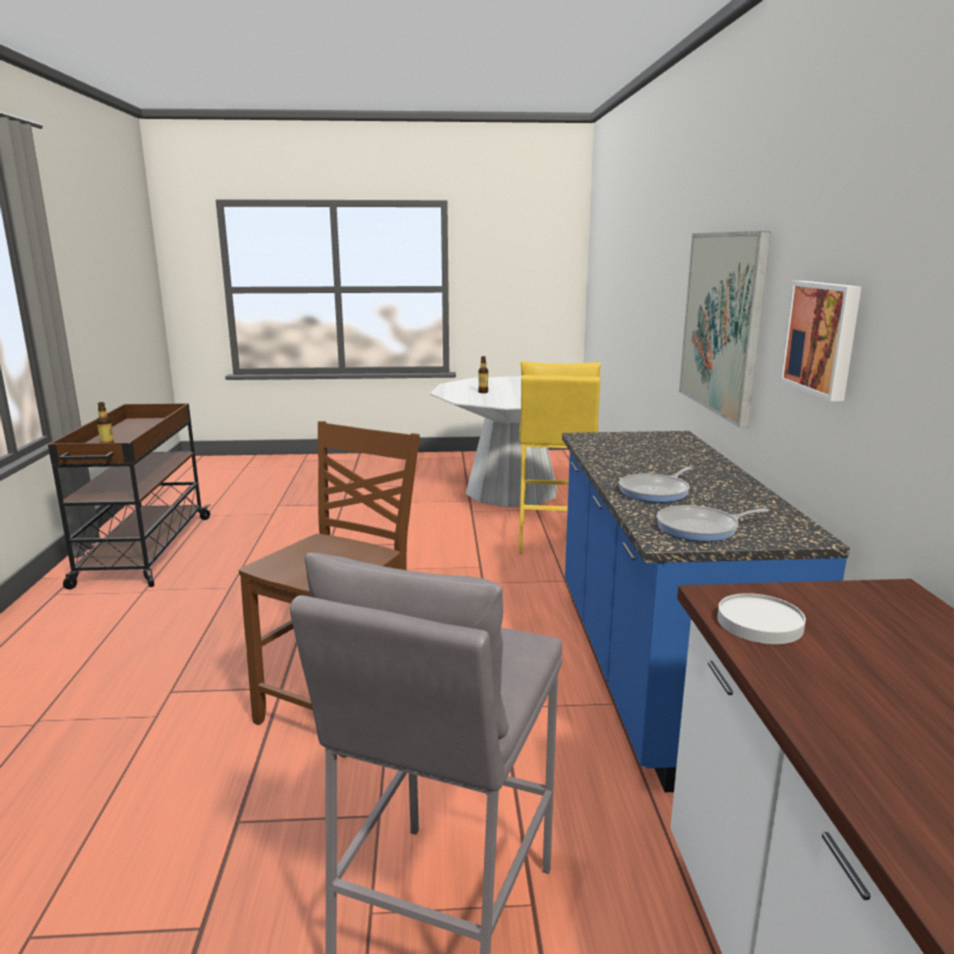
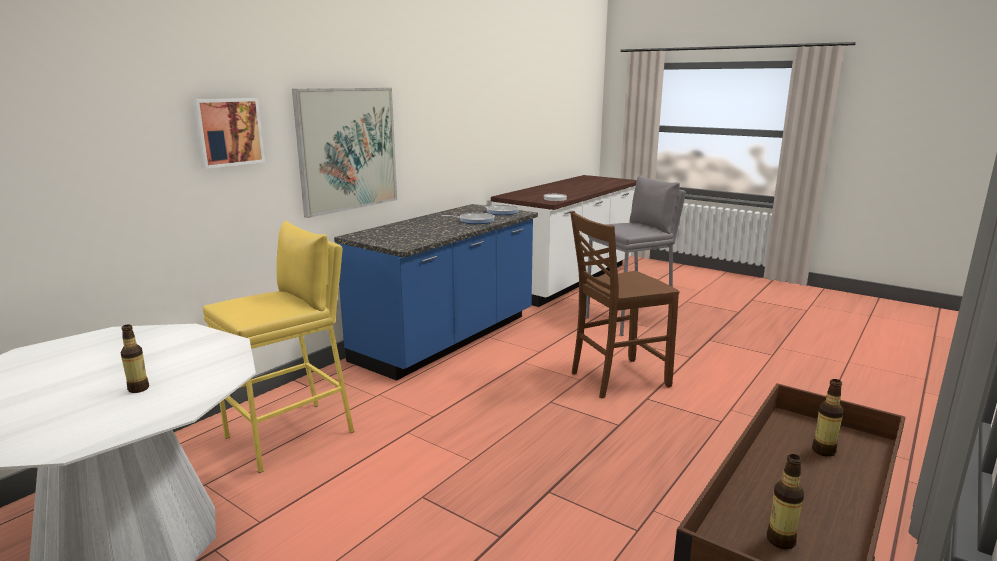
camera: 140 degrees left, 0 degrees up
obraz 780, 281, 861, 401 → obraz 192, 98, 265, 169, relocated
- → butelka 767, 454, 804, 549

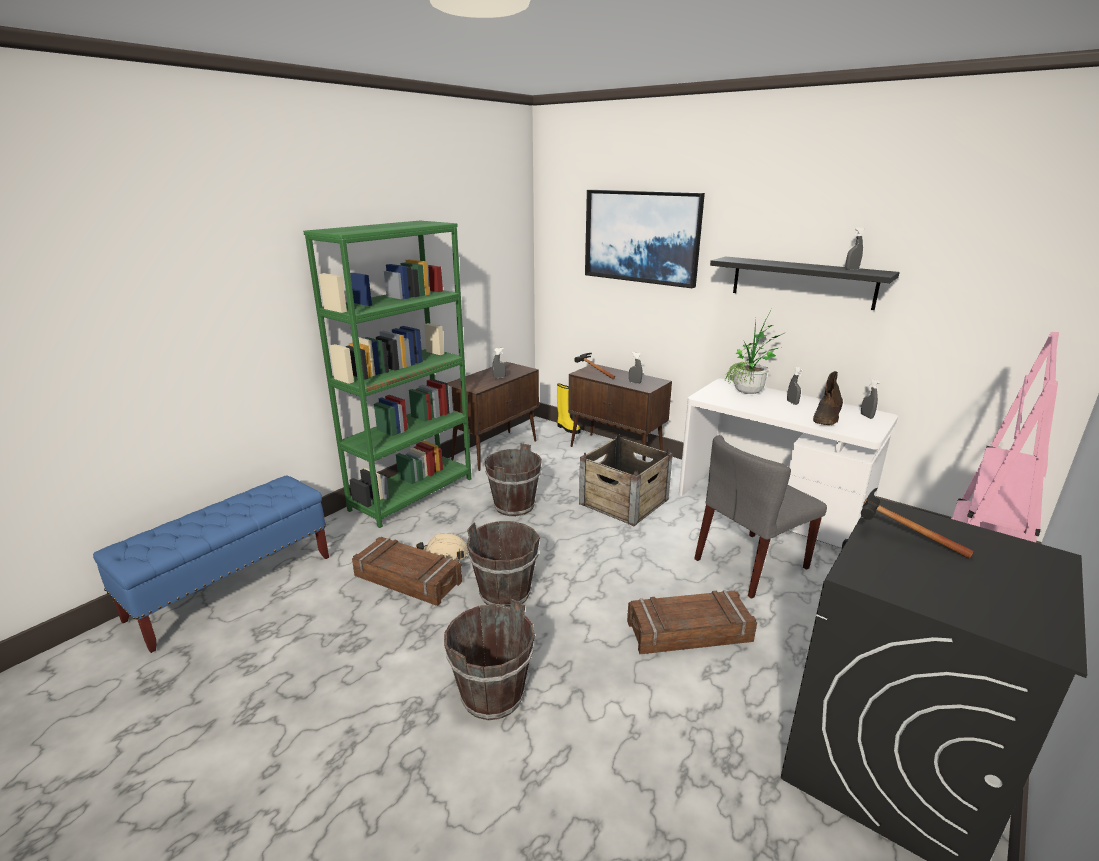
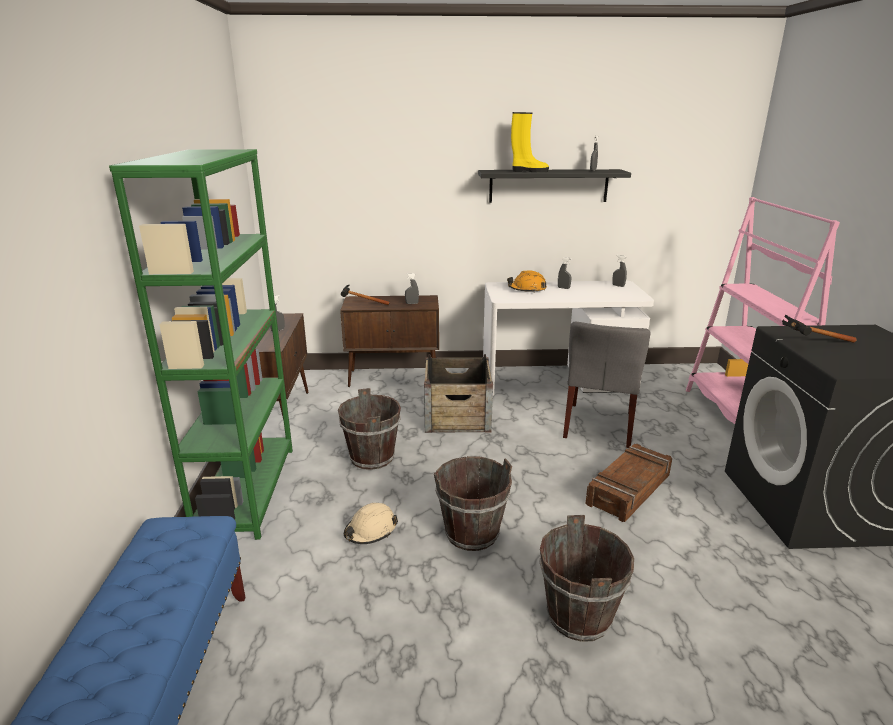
camera: 40 degrees left, 0 degrees up
roślina doniczkowa 725, 314, 786, 394 → kask/pomarańczowy 507, 270, 547, 292
but z cholewką/żółty 557, 384, 580, 434 → but z cholewką/żółty 511, 112, 549, 172, relocated
skrzynka 352, 537, 462, 606 → -
obraz 585, 190, 705, 288 → -
but z cholewką/brązowy 813, 371, 843, 425 → -

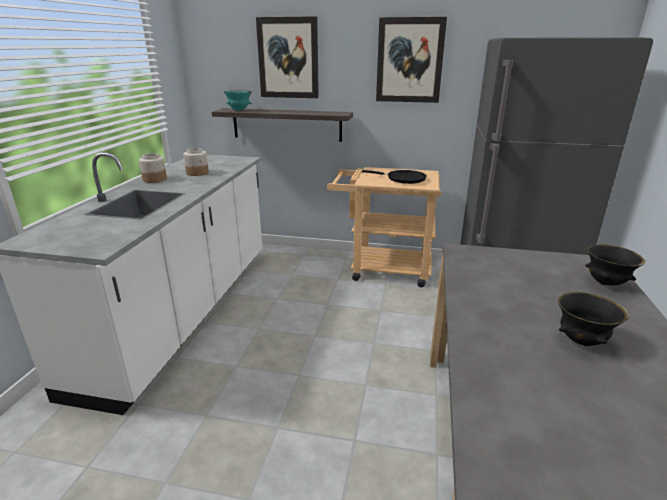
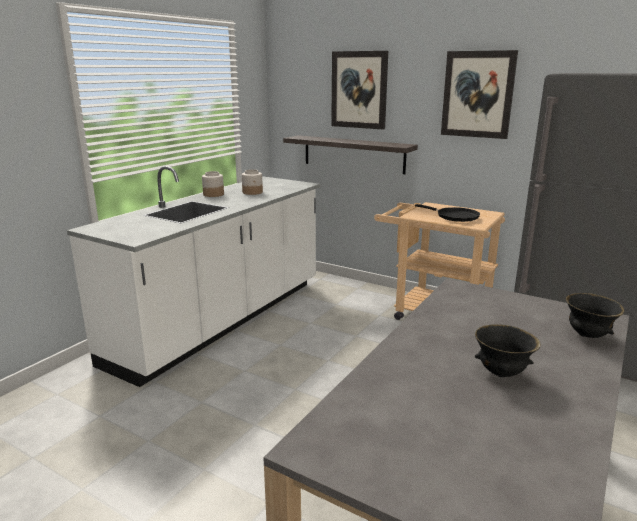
camera: 20 degrees right, 5 degrees down
miska/turkusowy 224, 90, 252, 111 → -

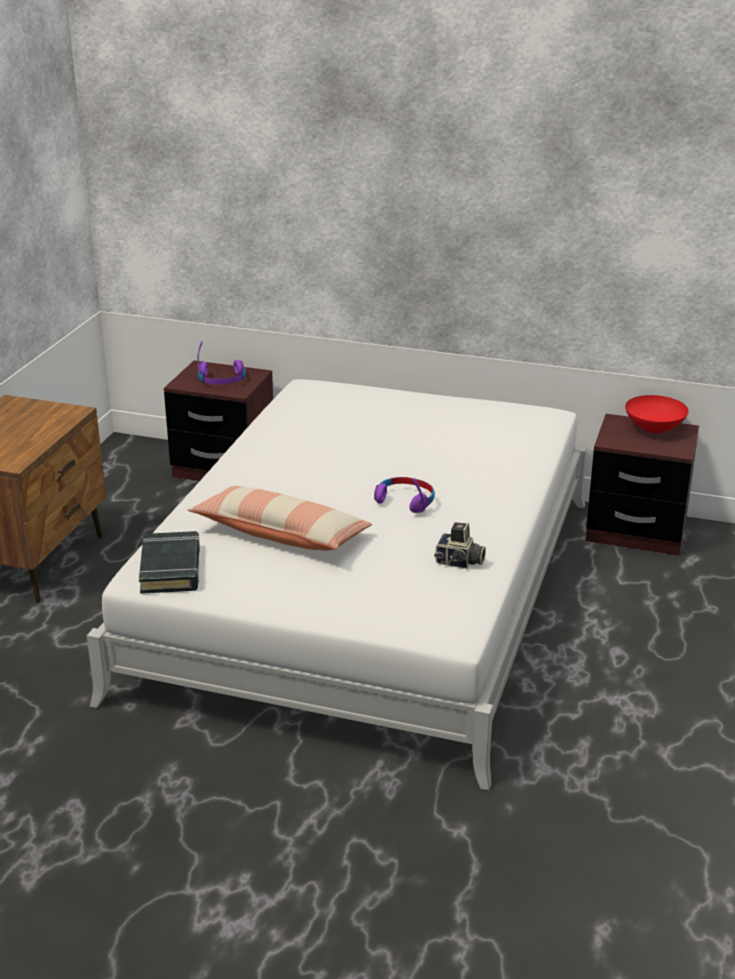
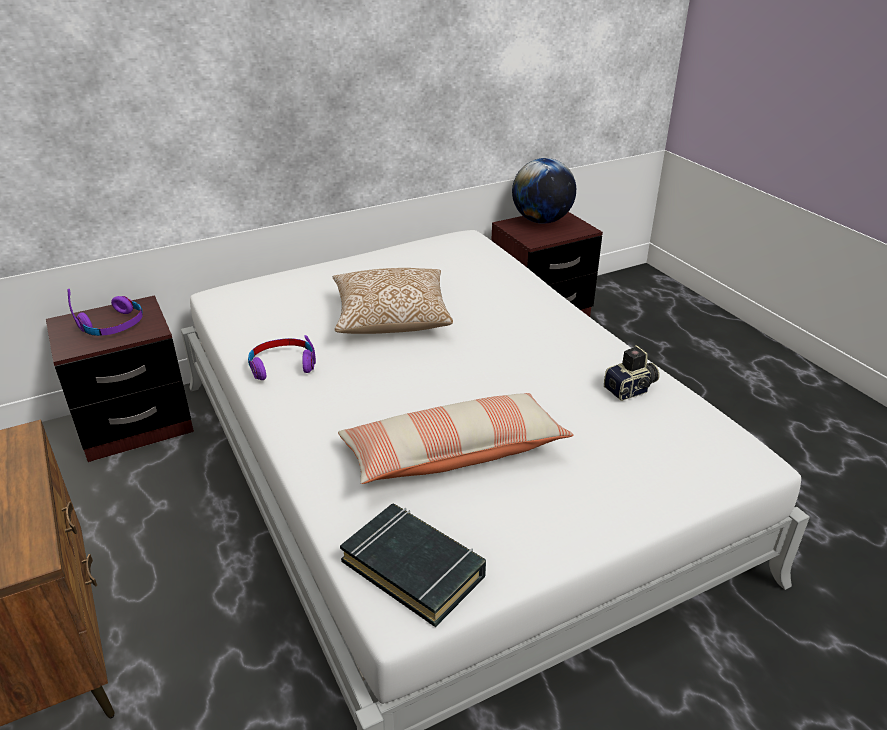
camera: 45 degrees left, 5 degrees up
słuchawki/fioletowy 374, 477, 435, 513 → słuchawki/fioletowy 248, 335, 316, 380, relocated
- → poduszka 333, 268, 453, 334
miska/czerwony 625, 395, 689, 433 → globus 512, 158, 576, 224

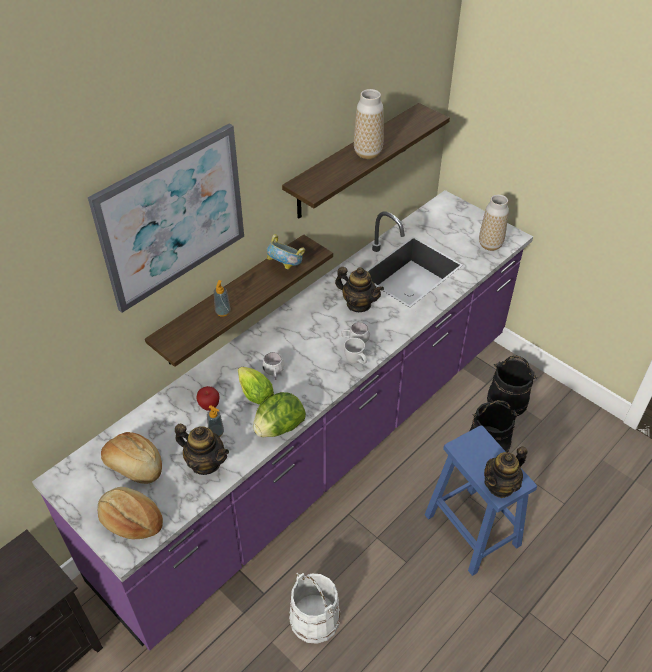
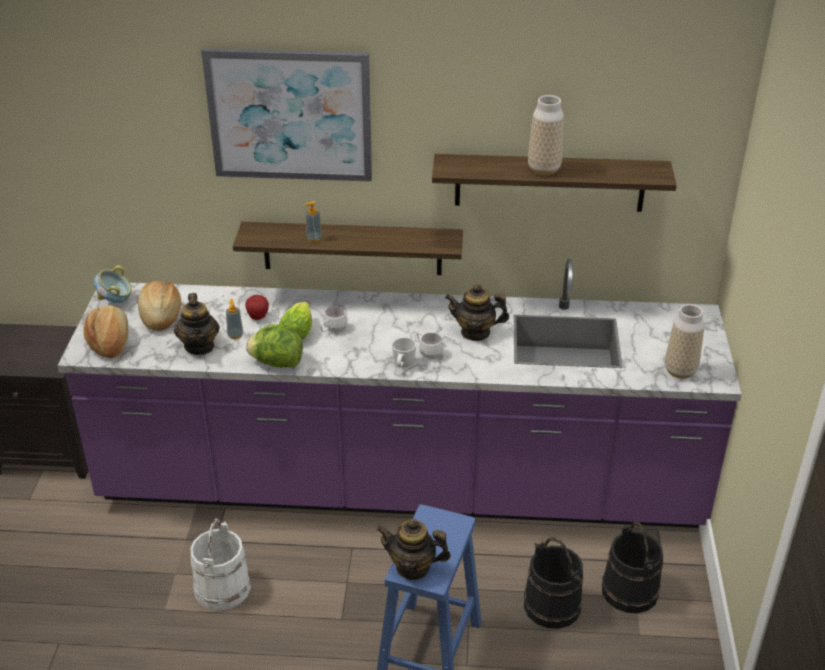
camera: 50 degrees right, 10 degrees down
miska 267, 234, 305, 269 → miska 93, 265, 132, 303, relocated
imbryk 335, 267, 384, 312 → imbryk 445, 284, 509, 341, 105 degrees clockwise

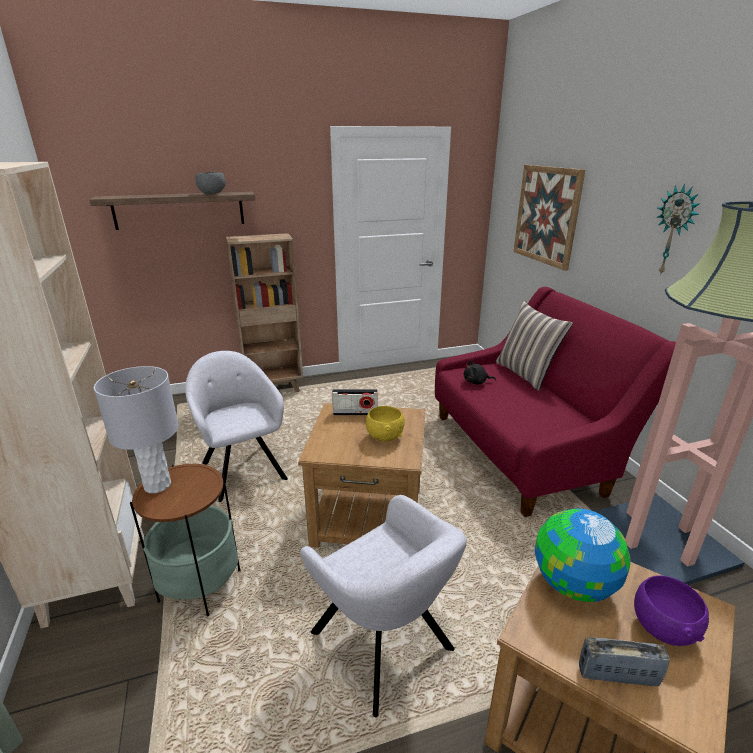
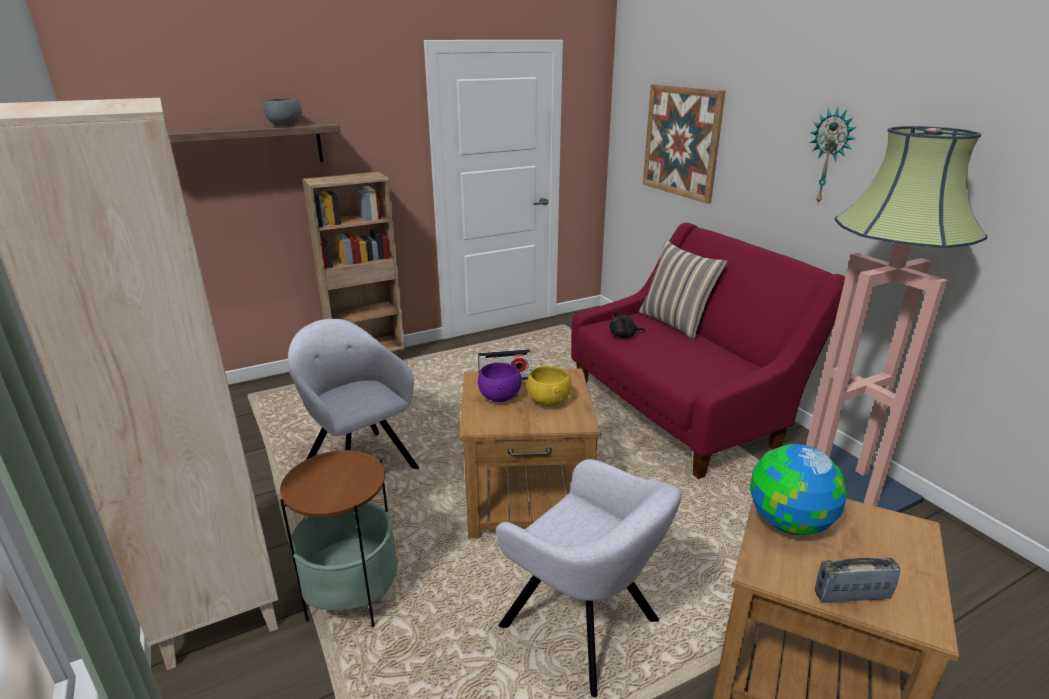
camera: 10 degrees left, 0 degrees up
miska/fioletowy 634, 576, 709, 646 → miska/fioletowy 478, 363, 522, 402, relocated
lampa stołowa/szary 94, 366, 179, 493 → -

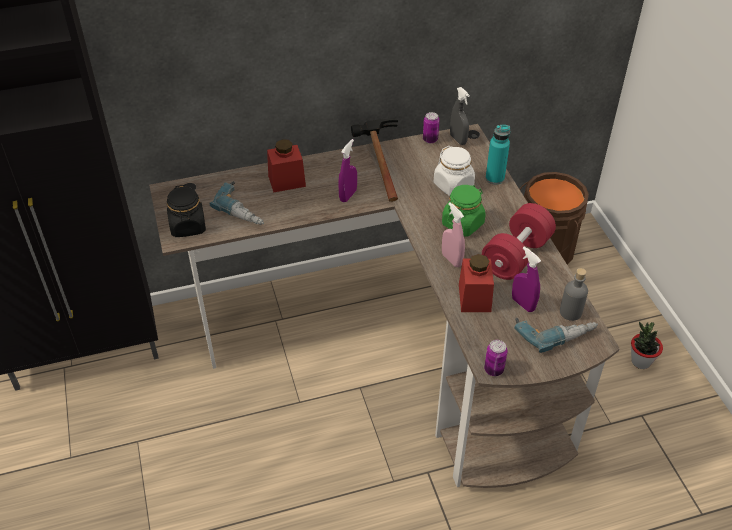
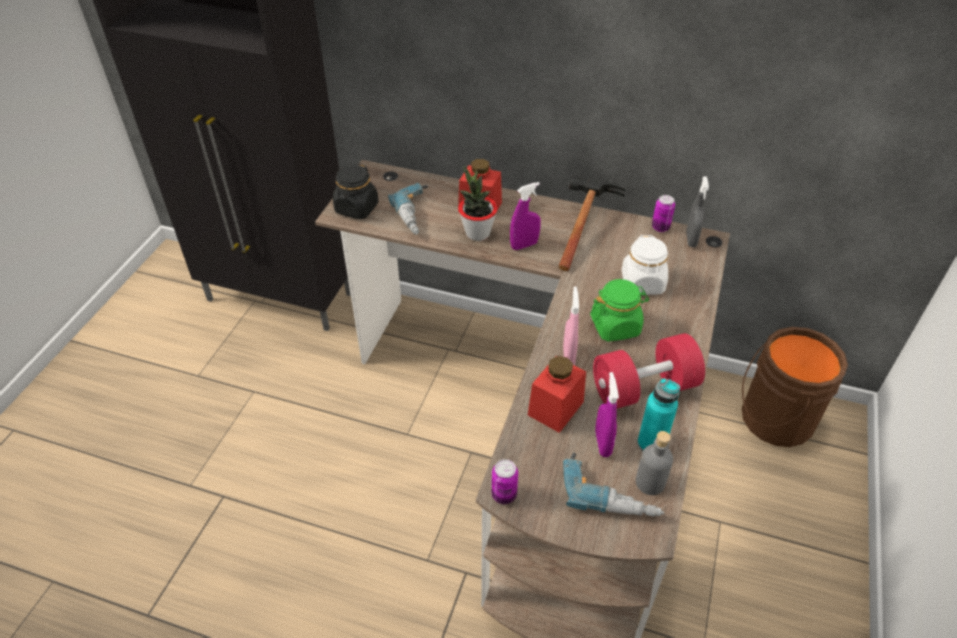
camera: 35 degrees right, 0 degrees up
roślina doniczkowa 631, 322, 663, 369 → roślina doniczkowa 458, 165, 498, 241, relocated
butelka/turkusowy 486, 125, 510, 184 → butelka/turkusowy 637, 378, 680, 451, relocated

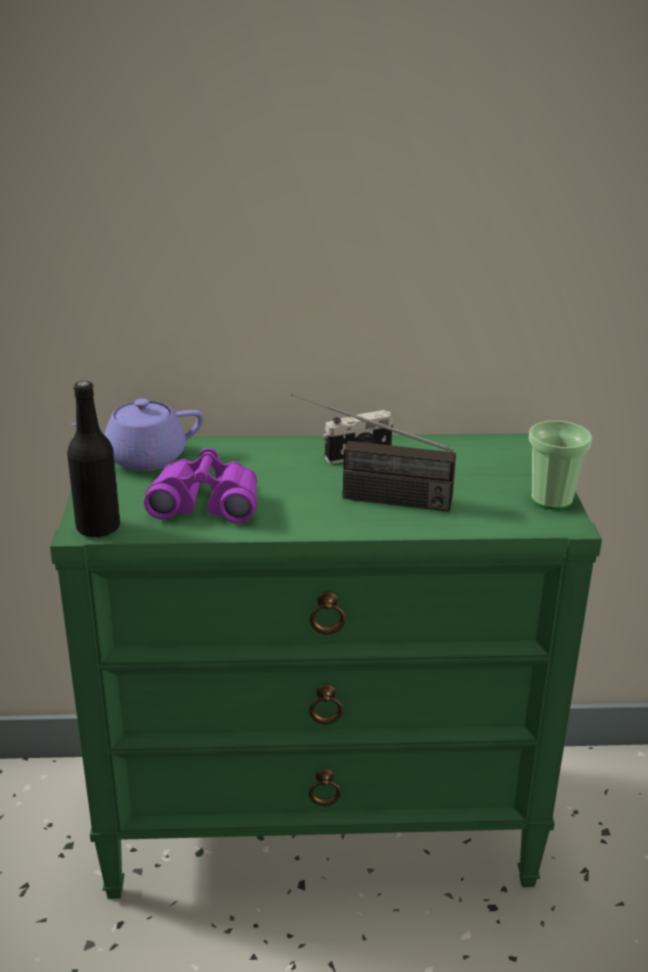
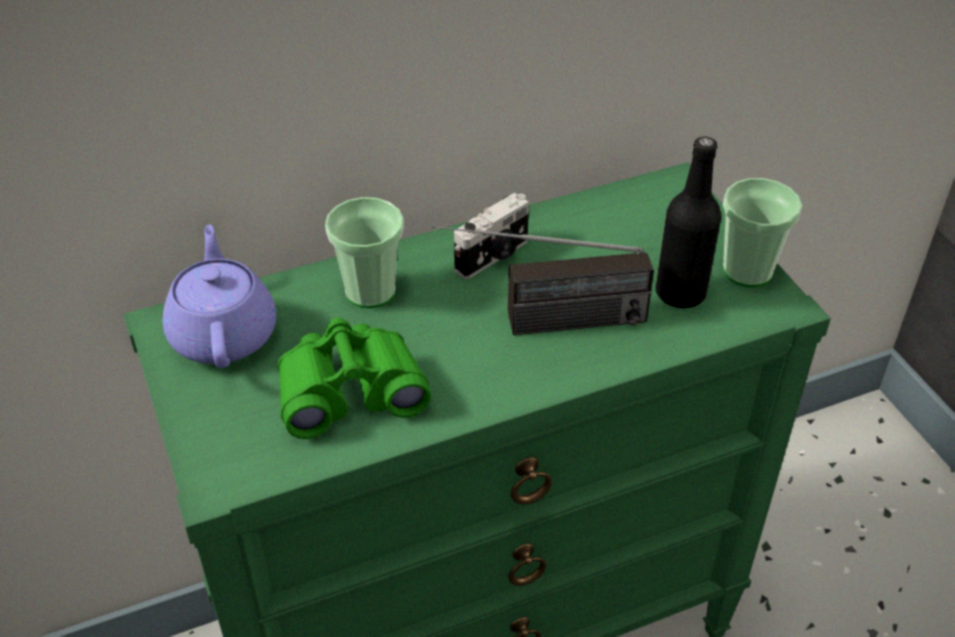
camera: 20 degrees left, 15 degrees up
imbryk/fioletowy 71, 399, 203, 471 → imbryk/fioletowy 163, 225, 276, 368, 120 degrees clockwise
lornetka/fioletowy 144, 448, 257, 523 → lornetka/zielony 278, 318, 431, 439
- → filiżanka 325, 197, 404, 308
butelka/czarny 67, 381, 120, 537 → butelka/czarny 656, 137, 721, 308, relocated

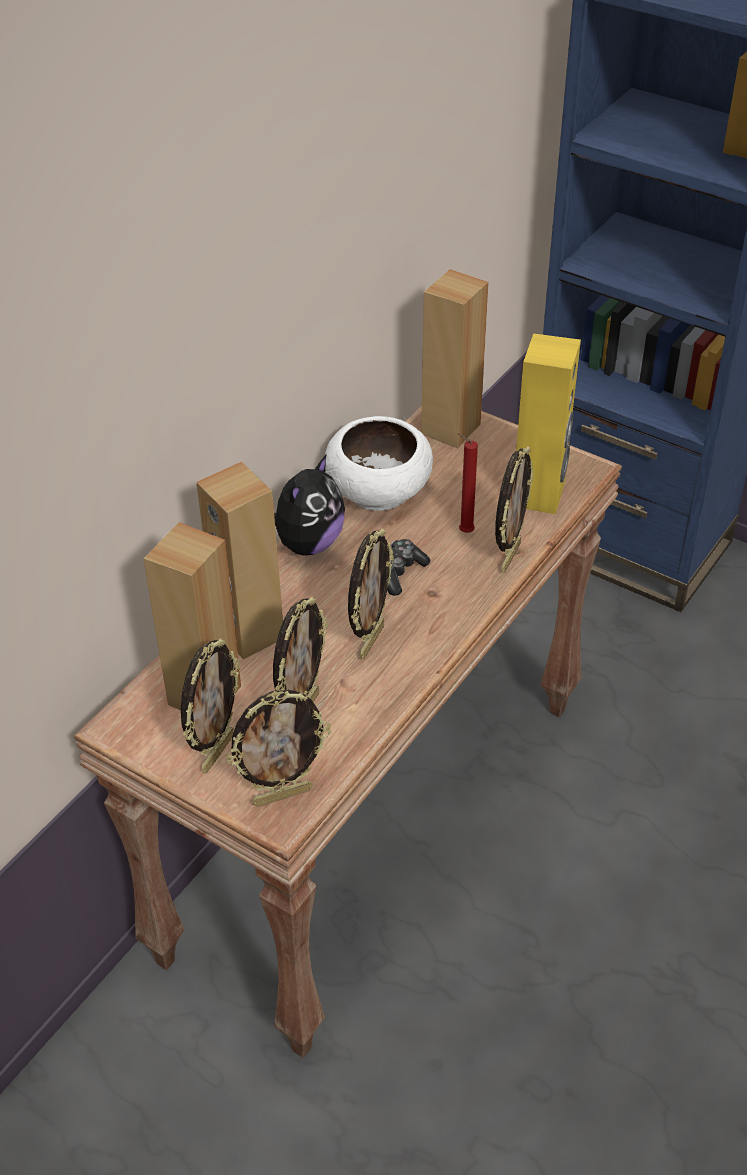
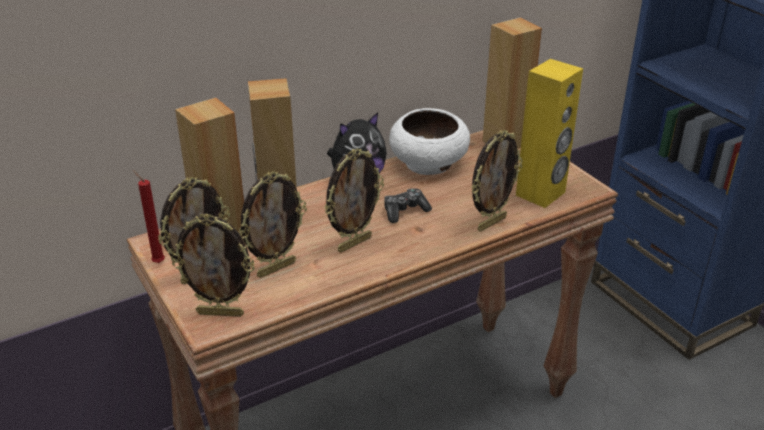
camera: 25 degrees right, 10 degrees down
świeca/czerwony 458, 433, 478, 533 → świeca/czerwony 133, 170, 165, 263, relocated

